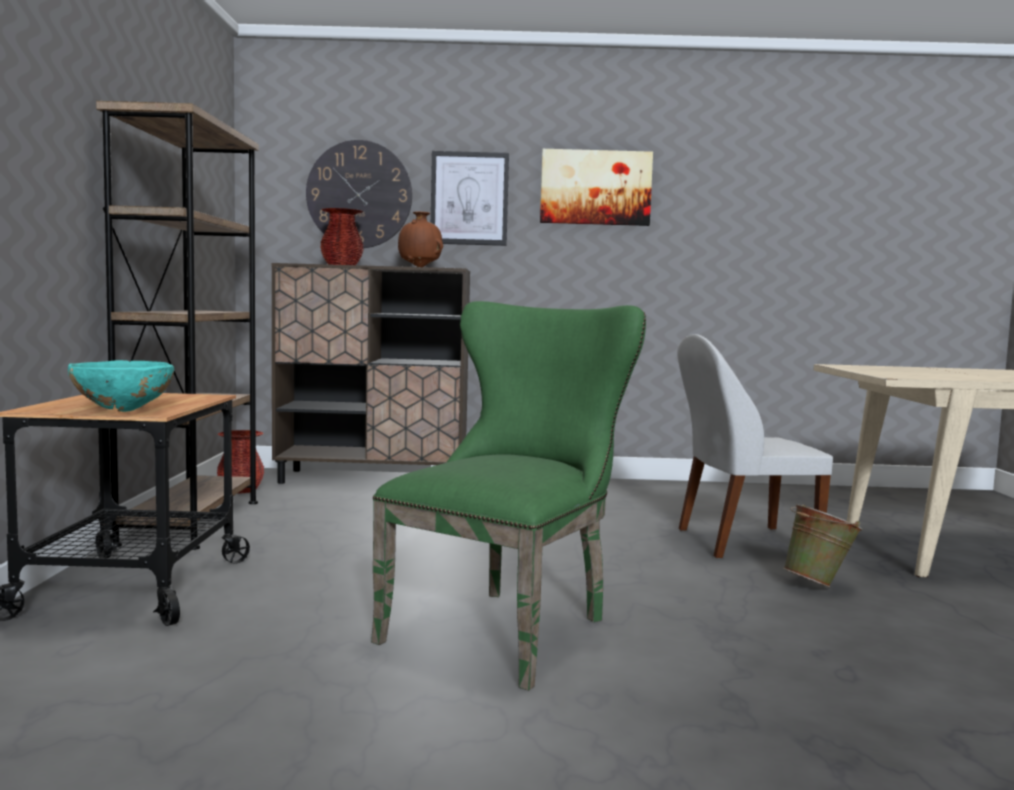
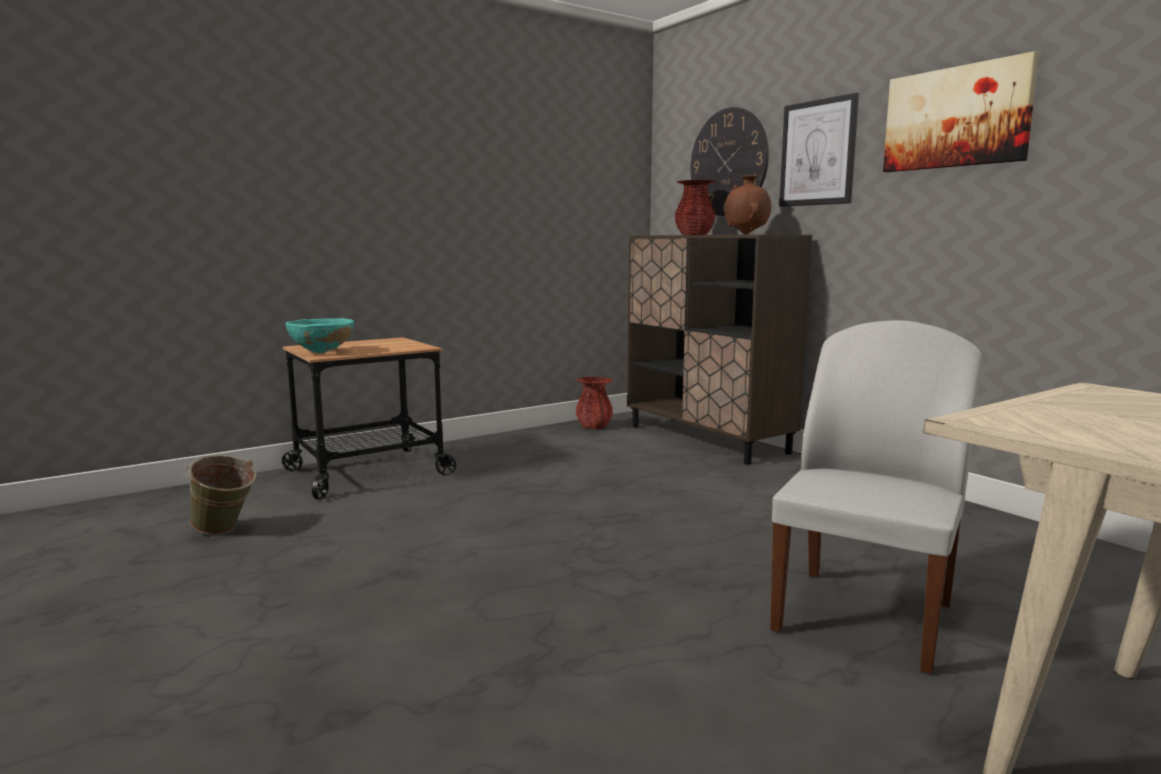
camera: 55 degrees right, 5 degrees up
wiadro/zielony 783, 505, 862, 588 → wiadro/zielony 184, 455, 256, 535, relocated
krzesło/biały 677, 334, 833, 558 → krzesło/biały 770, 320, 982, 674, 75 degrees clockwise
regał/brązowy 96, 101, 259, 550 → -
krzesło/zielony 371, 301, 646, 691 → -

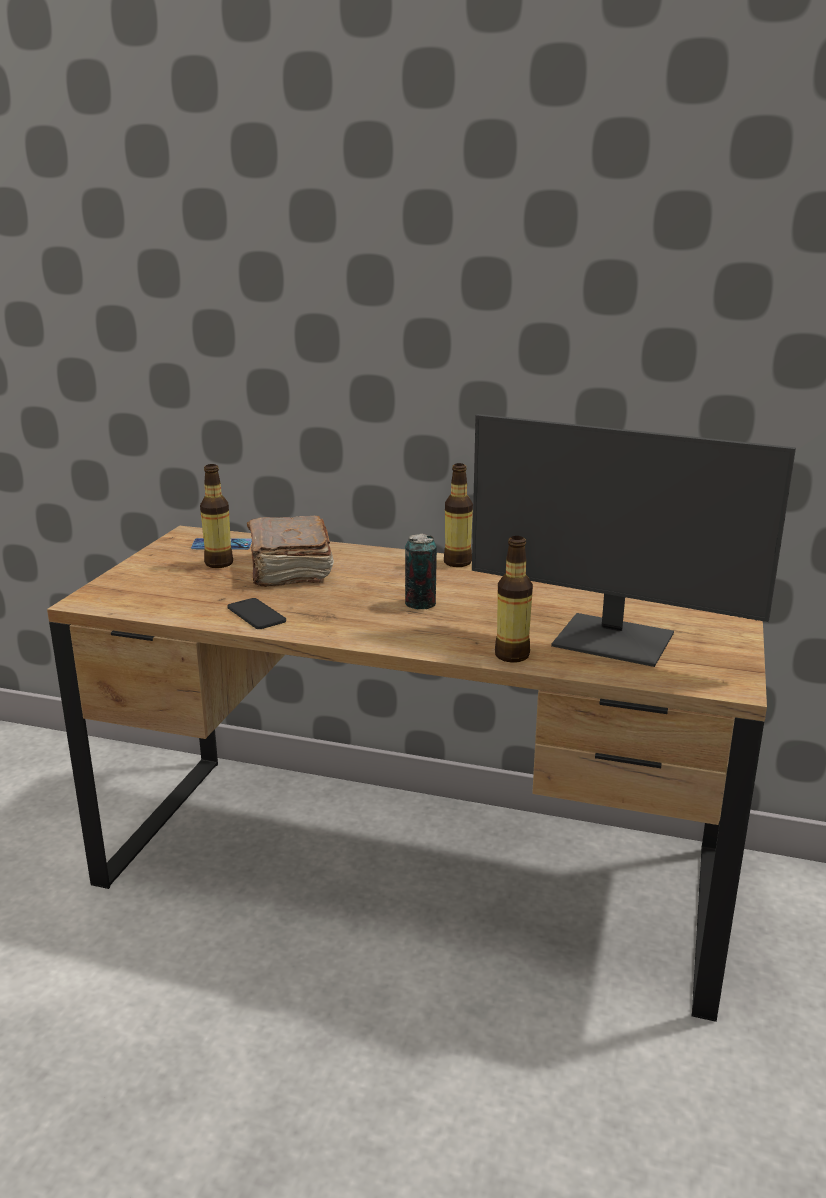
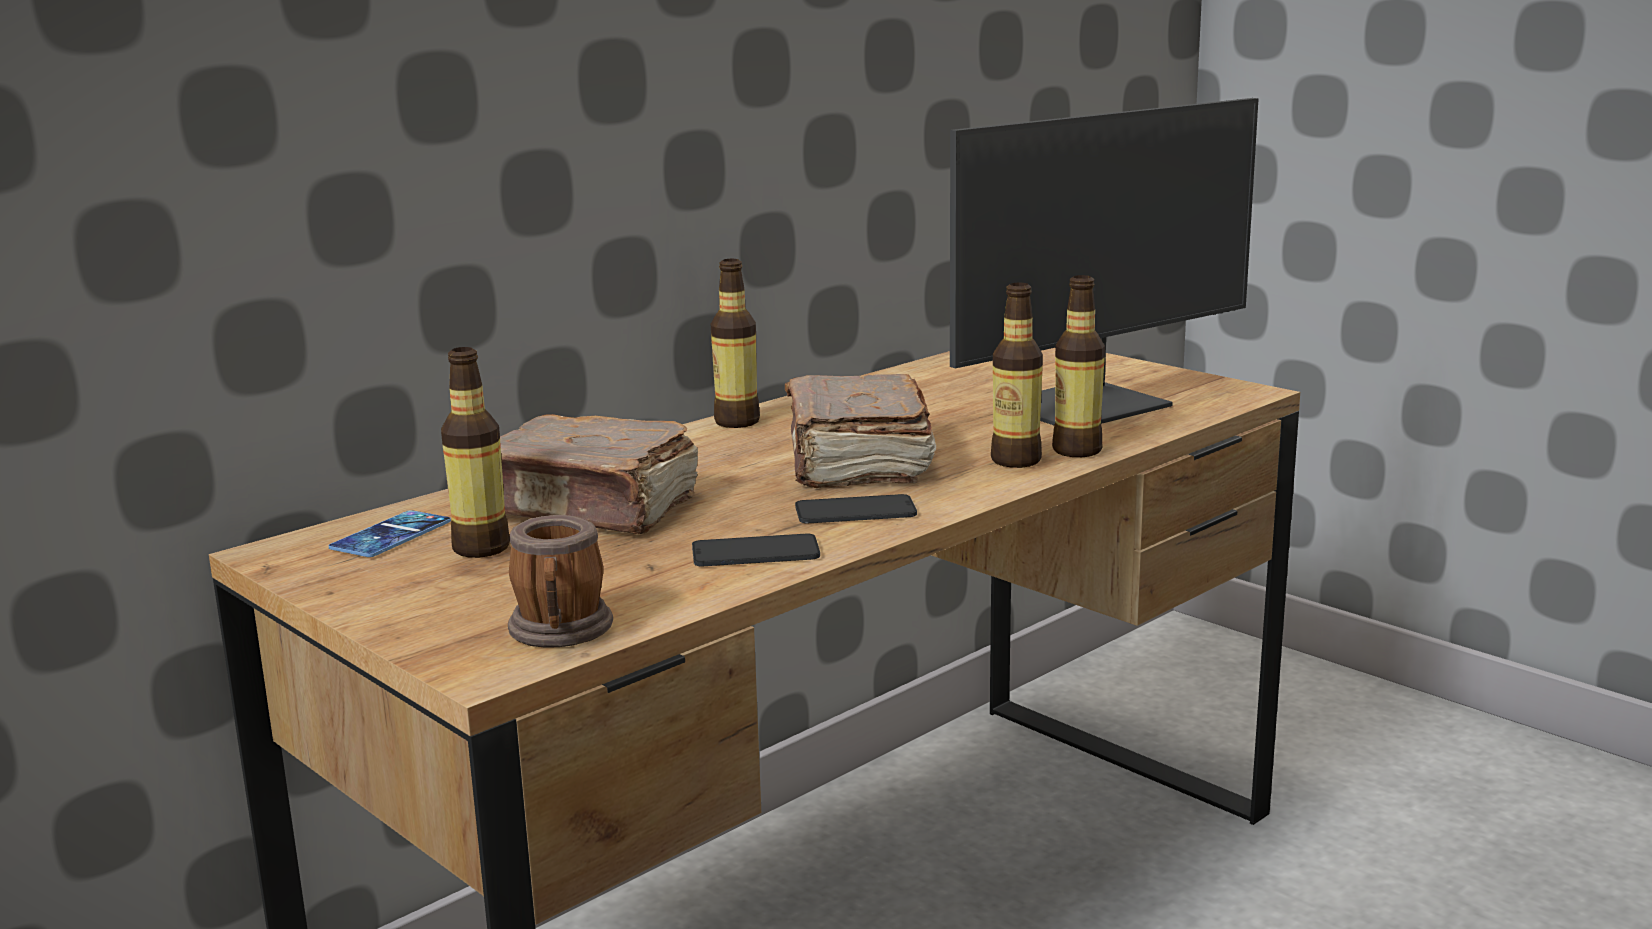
camera: 60 degrees left, 5 degrees down
- → kubek 508, 515, 613, 648
puszka 405, 534, 437, 609 → książka/brązowy 785, 374, 936, 488
- → telefon 795, 494, 917, 523
- → butelka 991, 283, 1043, 468

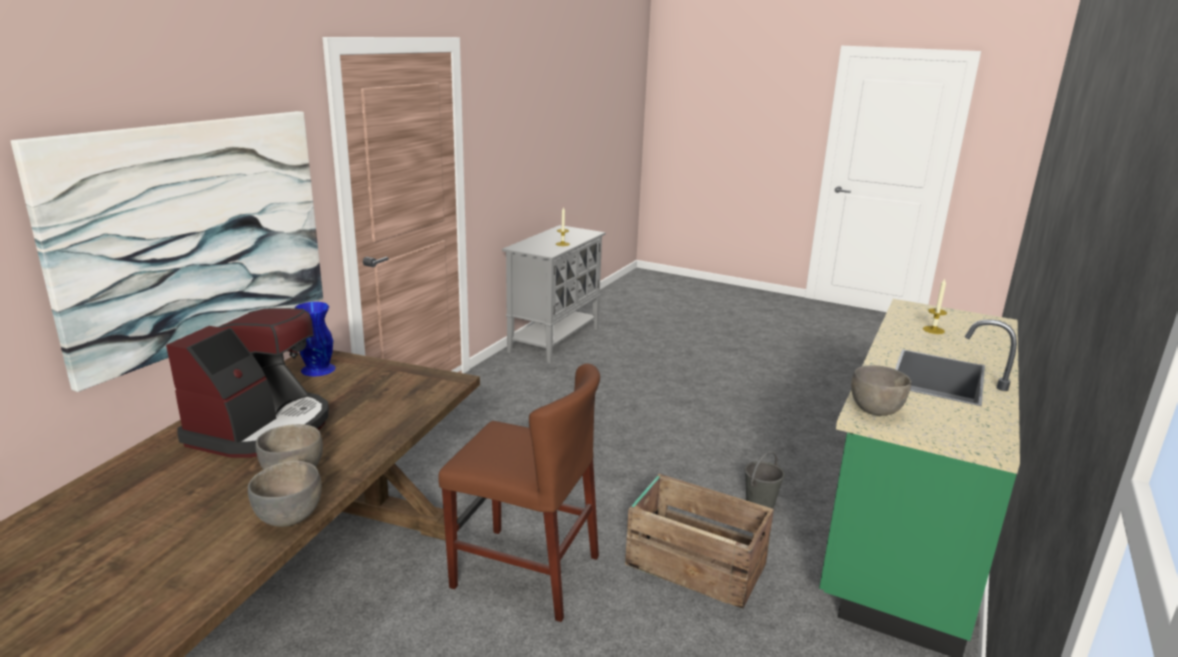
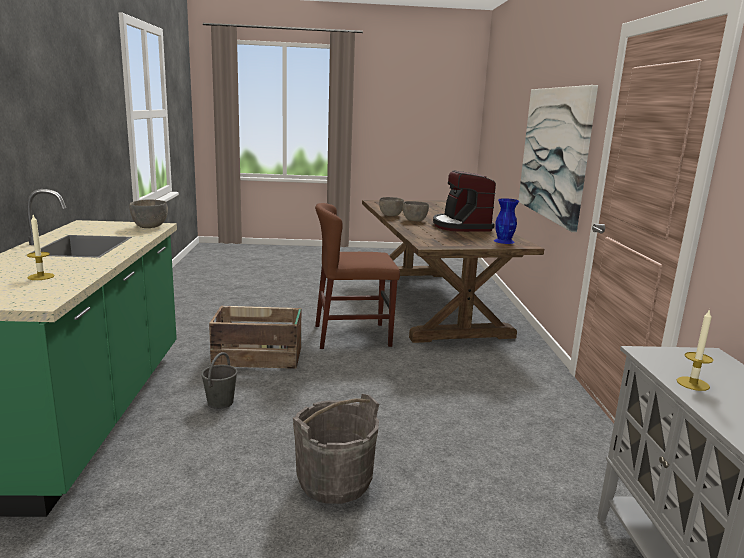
camera: 150 degrees right, 5 degrees down
- → wiadro/szary 293, 394, 379, 504

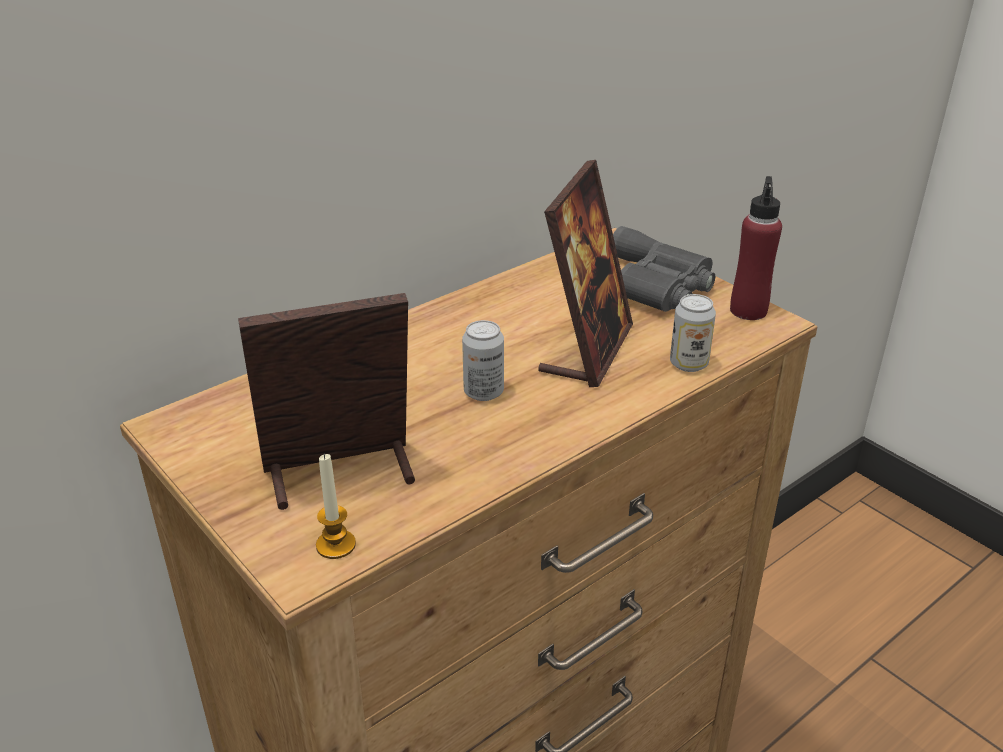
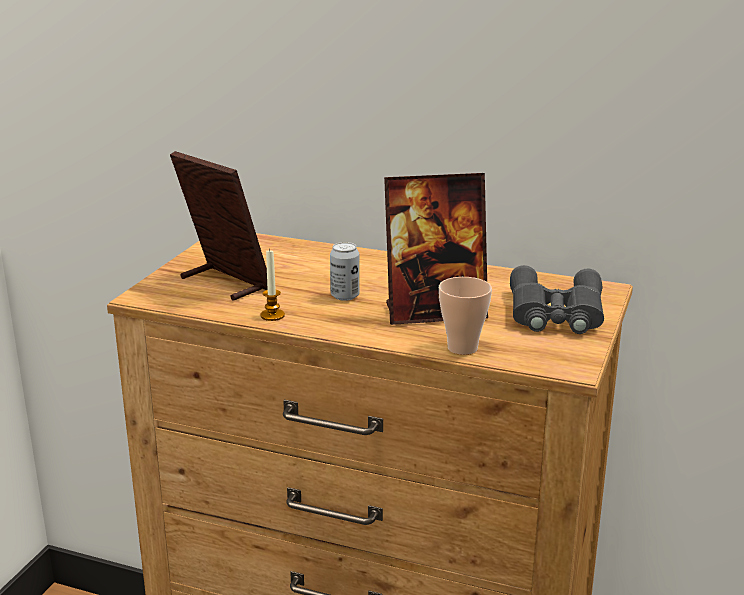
camera: 60 degrees right, 10 degrees down
świeca 316, 453, 356, 559 → świeca 260, 248, 285, 321, relocated
puszka 670, 294, 716, 372 → filiżanka 439, 277, 492, 355
butelka/czerwony 730, 176, 782, 320 → -

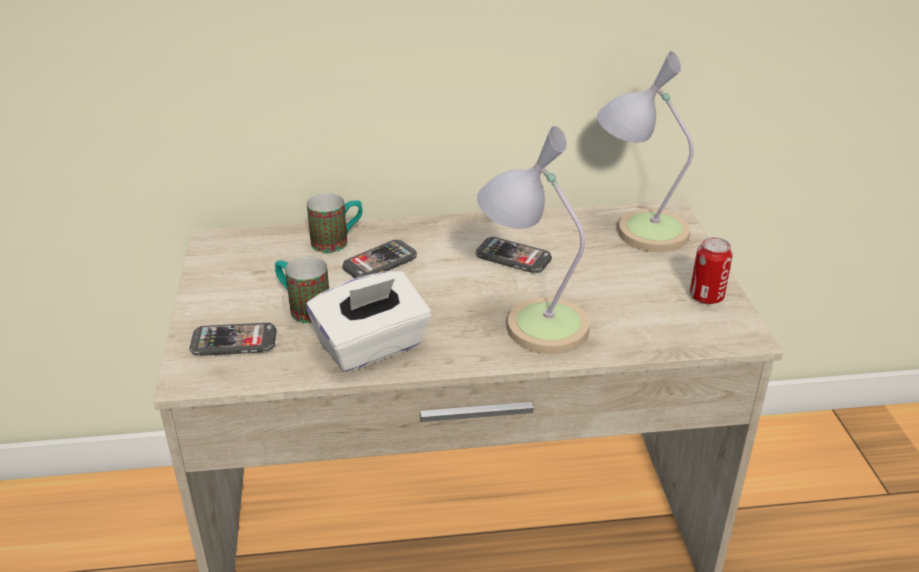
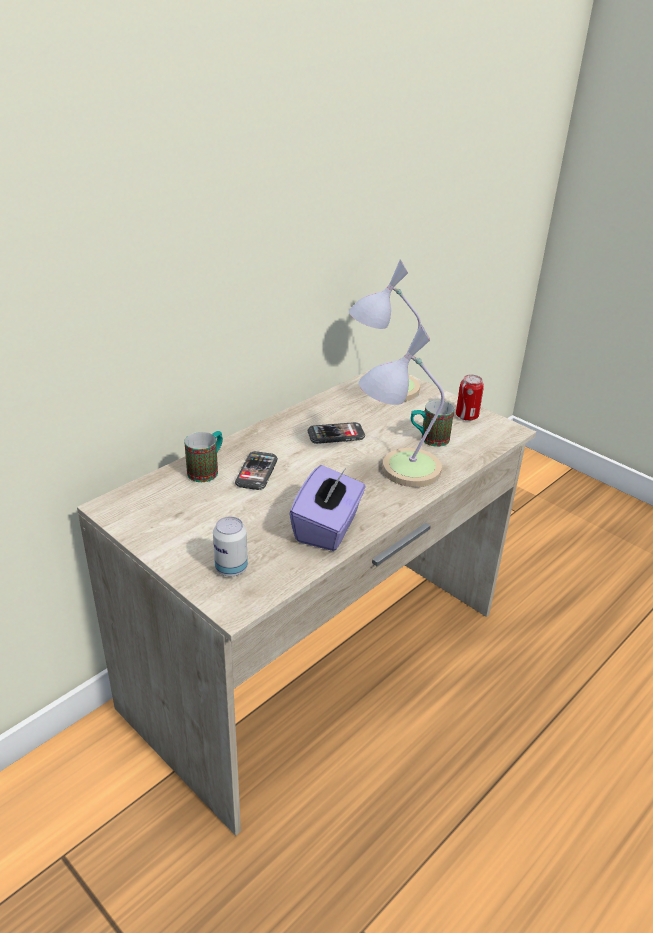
camera: 40 degrees left, 0 degrees up
telefon 189, 323, 276, 356 → puszka 213, 517, 248, 576
pudełko chusteczek/biały 306, 271, 431, 372 → pudełko chusteczek/fioletowy 289, 465, 365, 551
kubek 275, 257, 329, 323 → kubek 411, 400, 454, 447, relocated

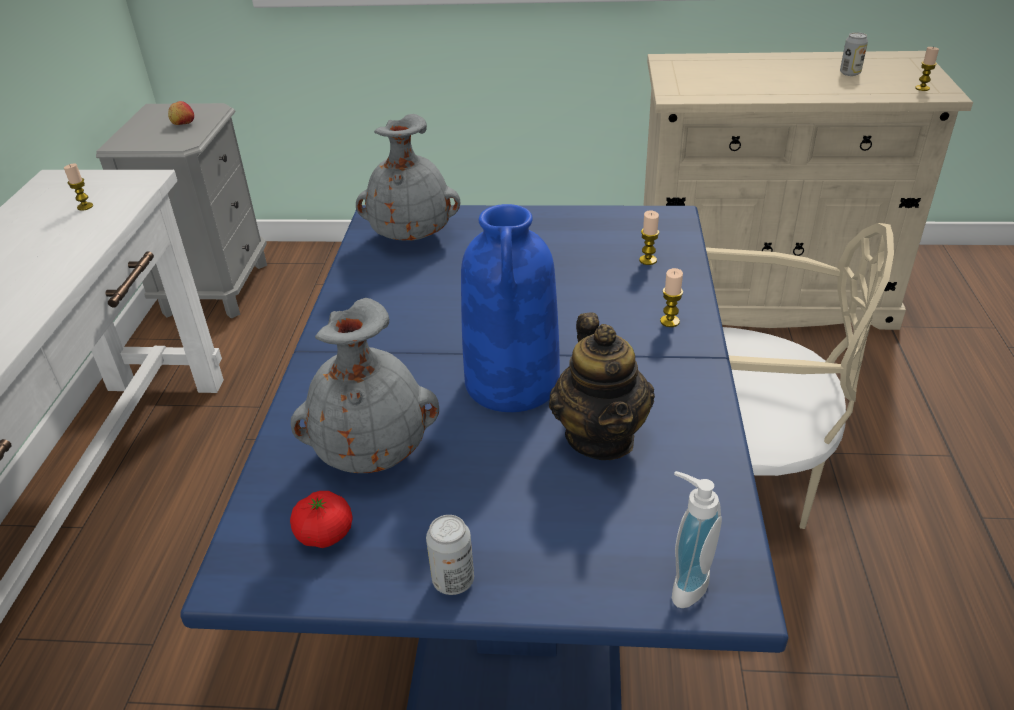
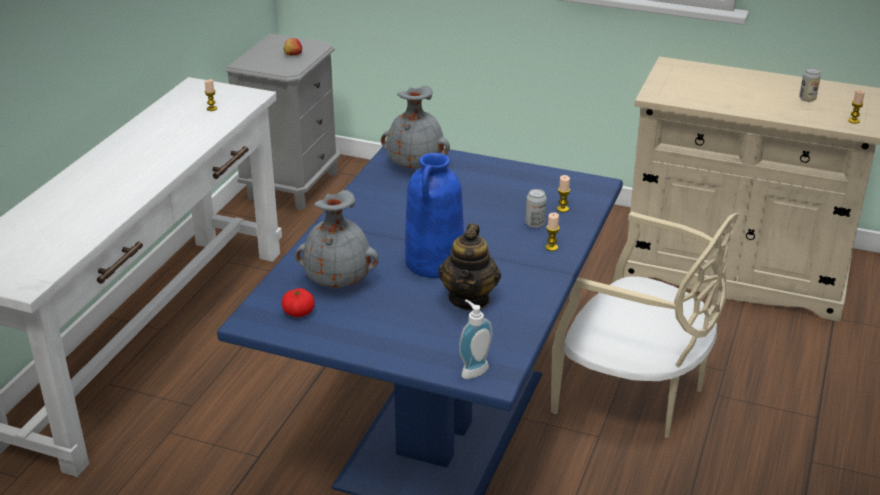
camera: 15 degrees right, 5 degrees down
puszka 426, 515, 474, 595 → puszka 526, 189, 547, 228, relocated

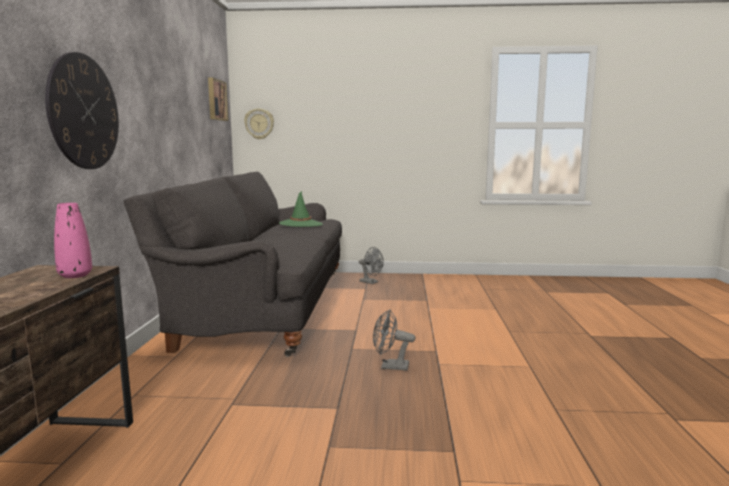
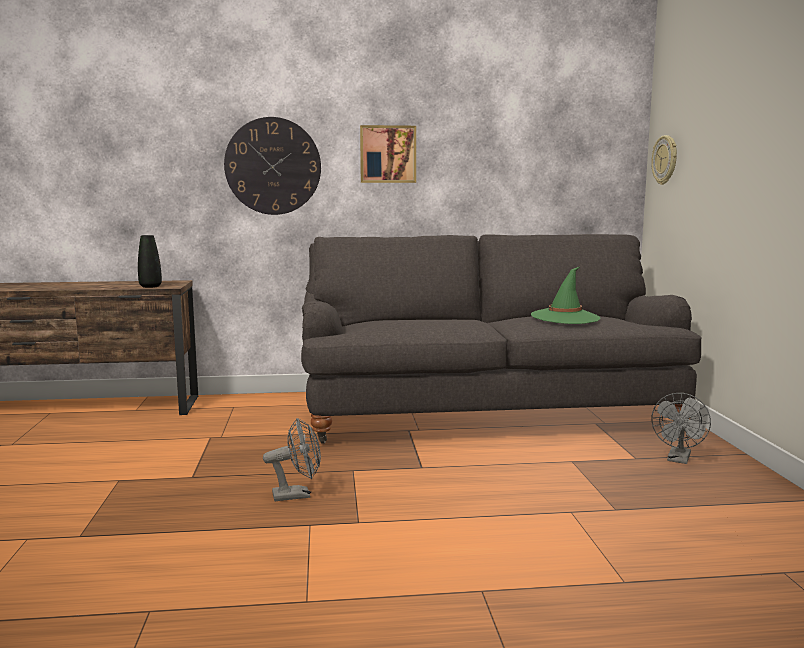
camera: 80 degrees right, 0 degrees up
wazon/różowy 54, 203, 92, 278 → wazon/czarny 138, 235, 162, 288
wentylator/szary 373, 309, 415, 370 → wentylator/szary 263, 418, 321, 501, 75 degrees clockwise
obraz 208, 78, 228, 121 → obraz 360, 125, 416, 183, relocated

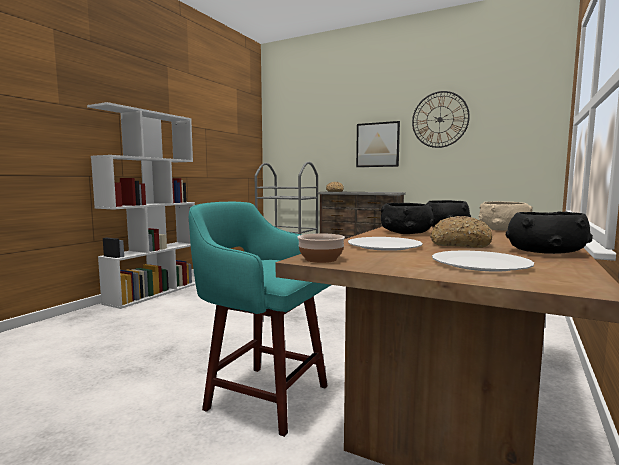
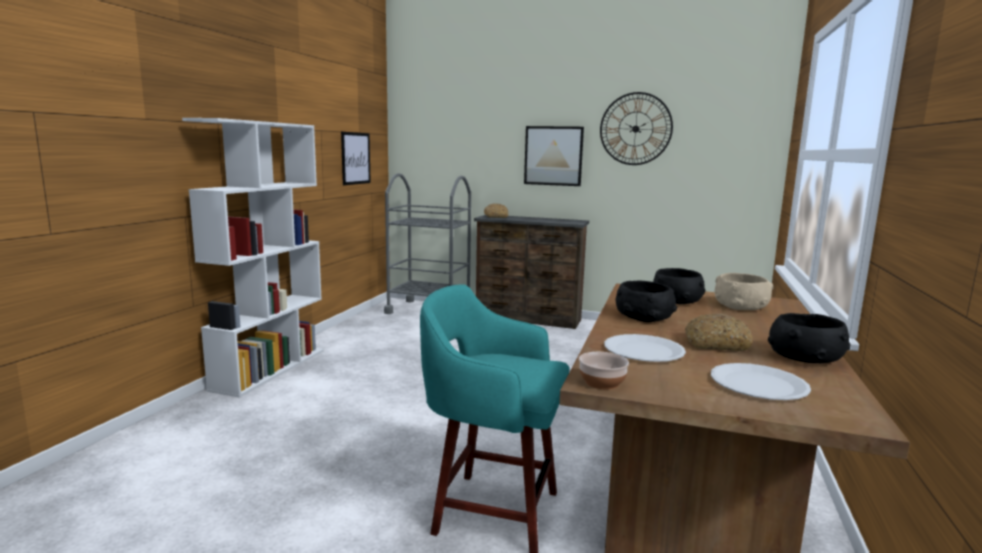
camera: 10 degrees left, 5 degrees up
- → obraz 341, 132, 371, 185

